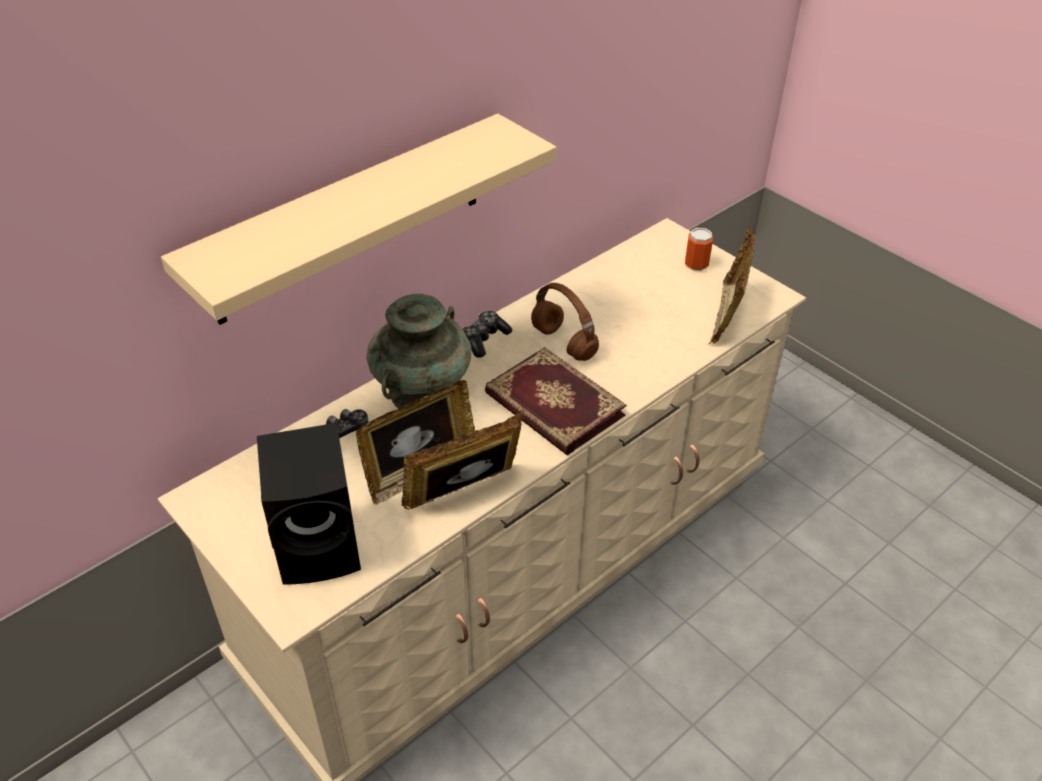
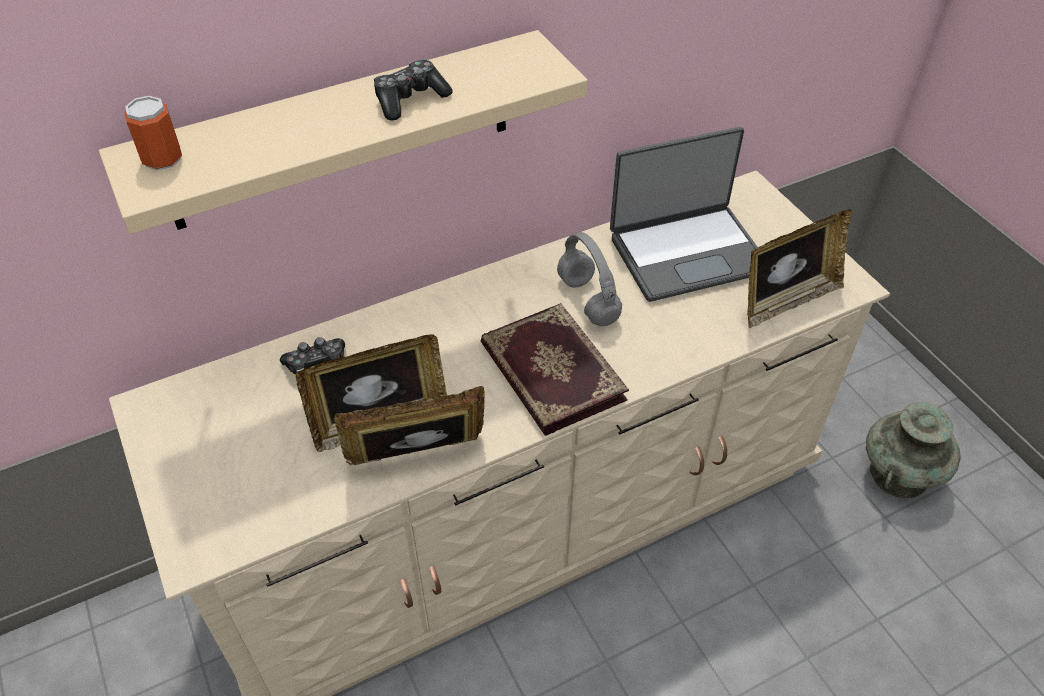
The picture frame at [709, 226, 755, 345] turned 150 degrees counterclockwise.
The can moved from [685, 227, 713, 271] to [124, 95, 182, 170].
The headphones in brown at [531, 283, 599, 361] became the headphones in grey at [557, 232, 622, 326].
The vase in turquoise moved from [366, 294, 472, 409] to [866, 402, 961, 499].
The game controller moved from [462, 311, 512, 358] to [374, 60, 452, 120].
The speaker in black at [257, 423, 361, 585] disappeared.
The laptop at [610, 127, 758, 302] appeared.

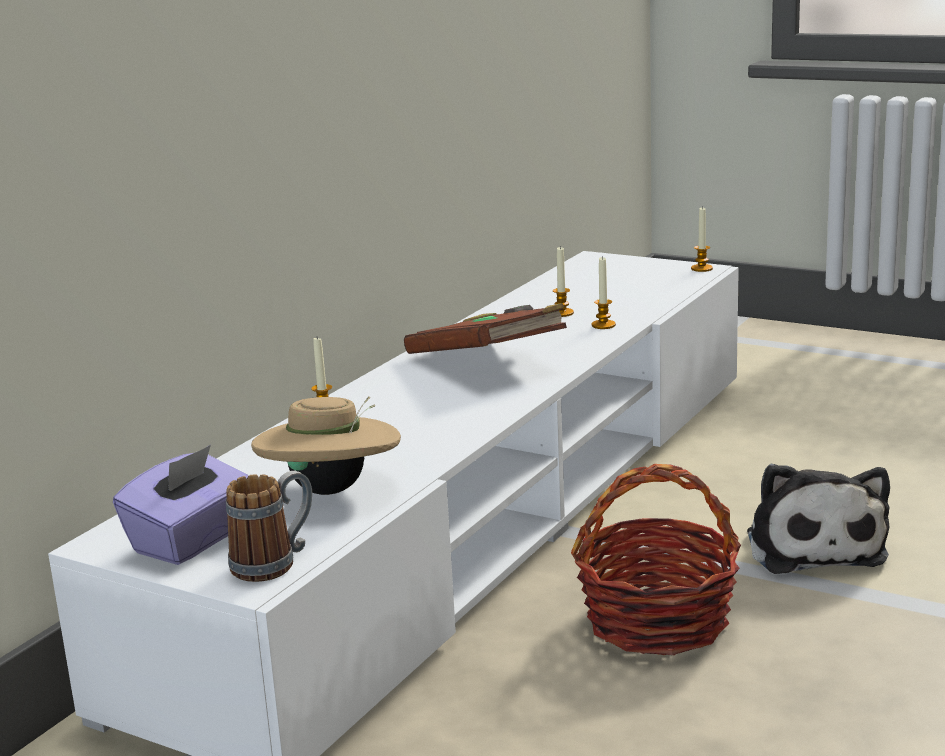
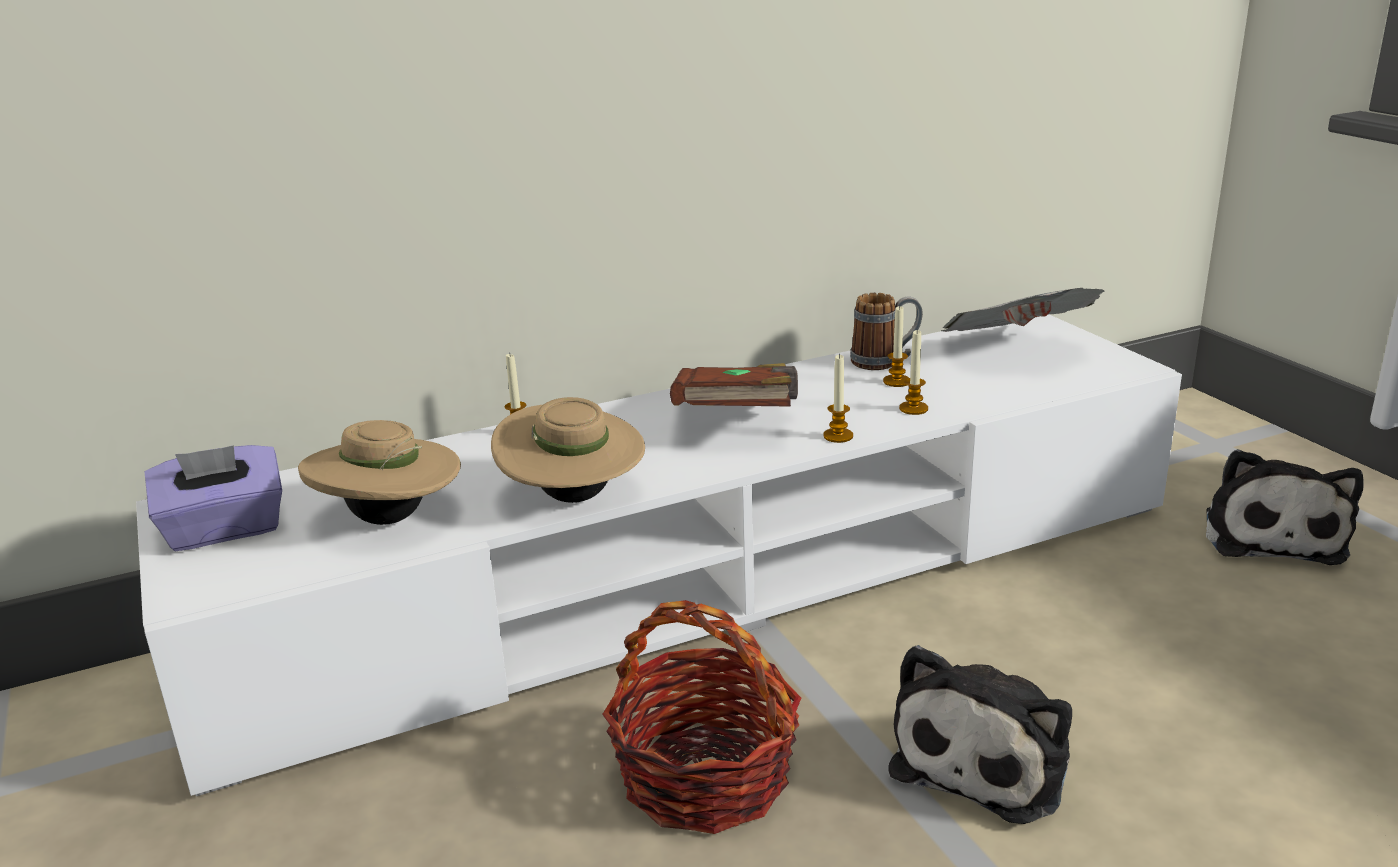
The candle moved from [691, 206, 713, 272] to [823, 353, 853, 443].
The mug moved from [226, 471, 312, 582] to [850, 293, 923, 370].
The newspaper at [941, 288, 1105, 332] appeared.
The hat in beige at [491, 397, 645, 503] appeared.
The plush toy at [1206, 449, 1364, 565] appeared.

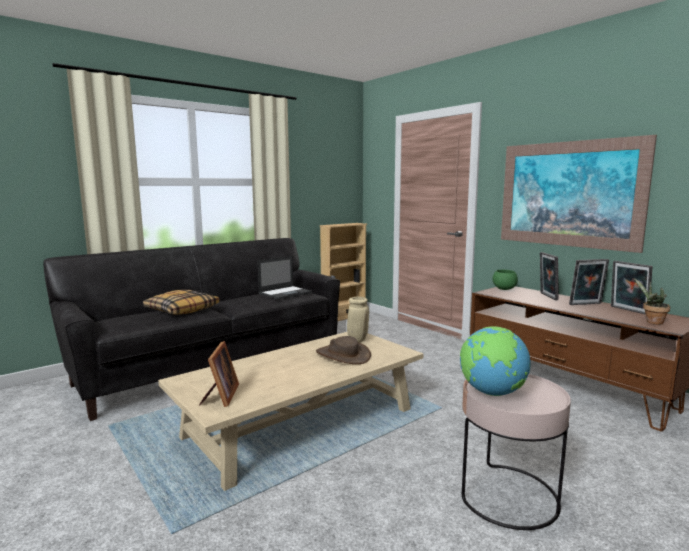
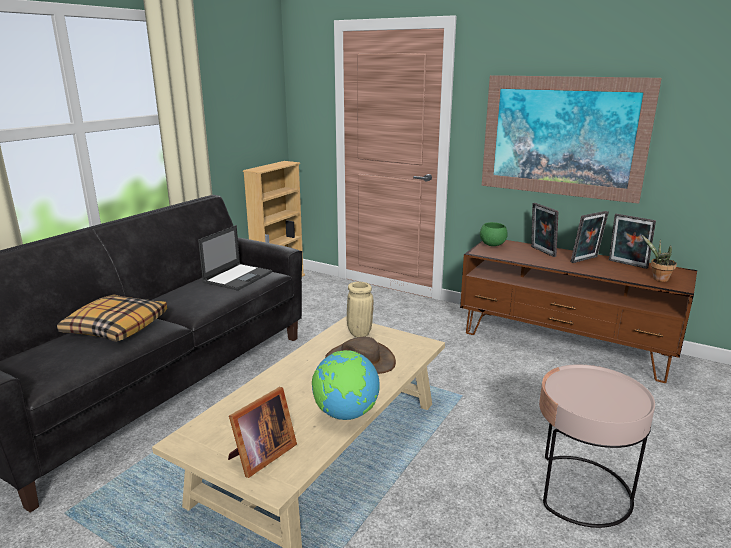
The globe moved from [460, 326, 531, 396] to [312, 350, 380, 420].
The picture frame at [199, 341, 239, 407] turned 60 degrees clockwise.

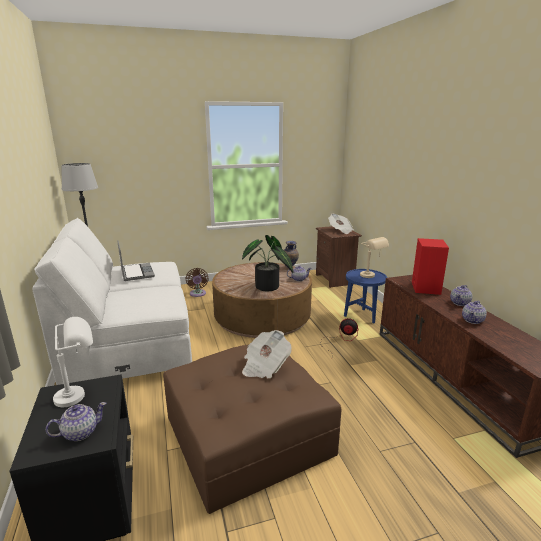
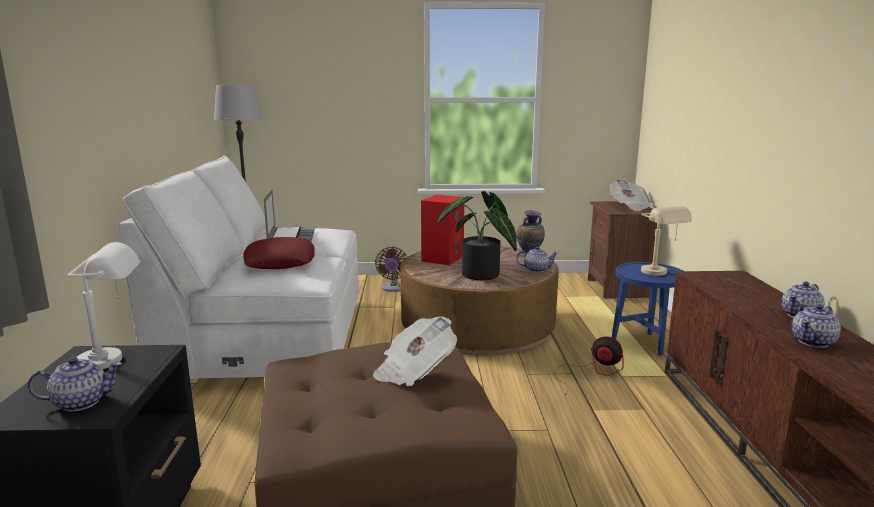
The speaker in red moved from [412, 238, 449, 295] to [421, 195, 464, 265].
The pillow in red at [243, 237, 315, 269] appeared.

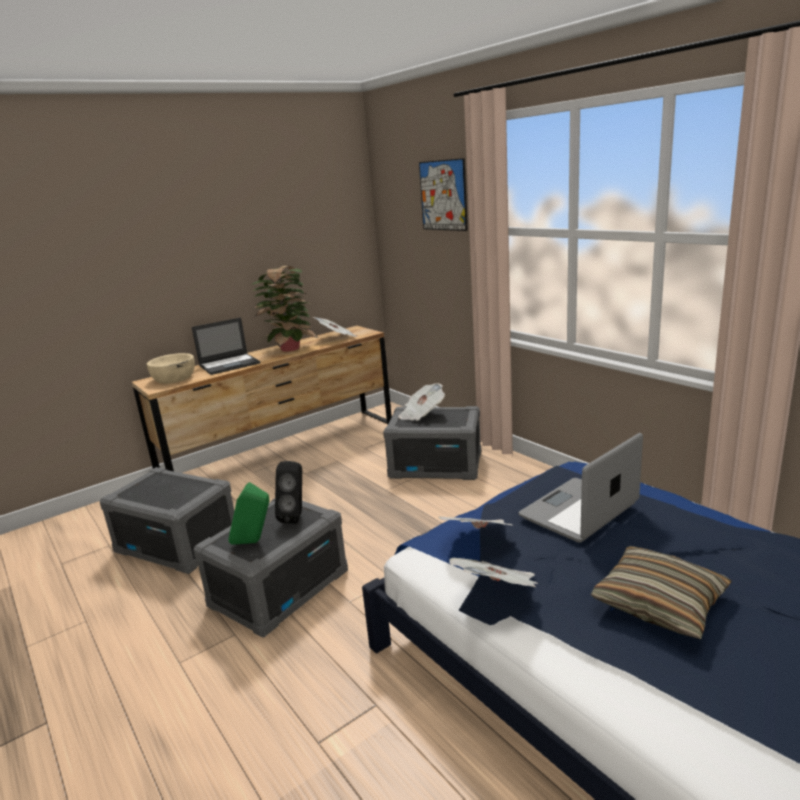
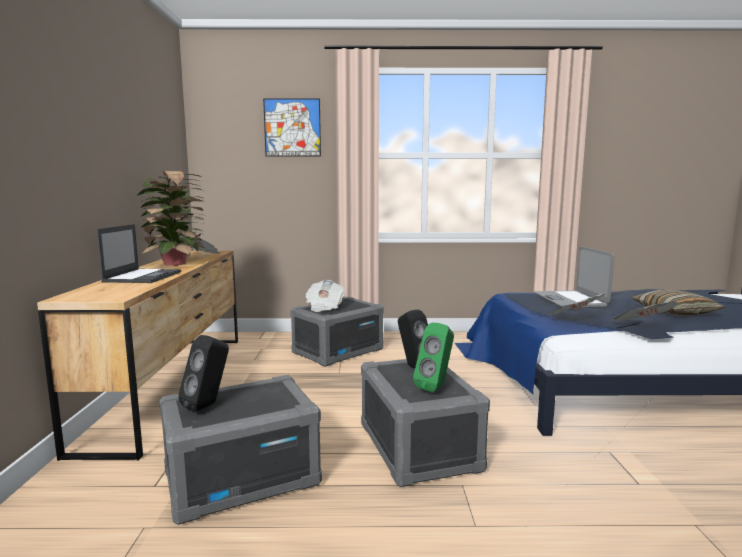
The bowl in beige at [147, 353, 195, 384] disappeared.
The speaker in black at [178, 335, 229, 412] appeared.

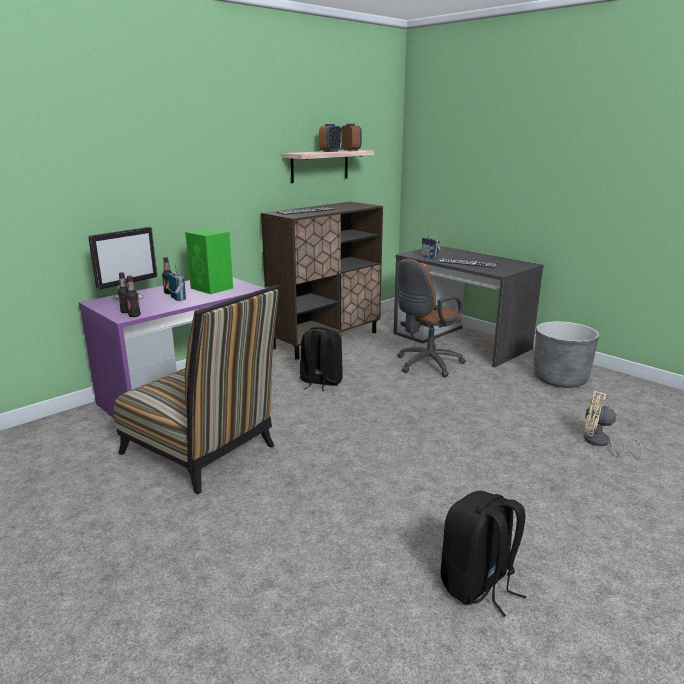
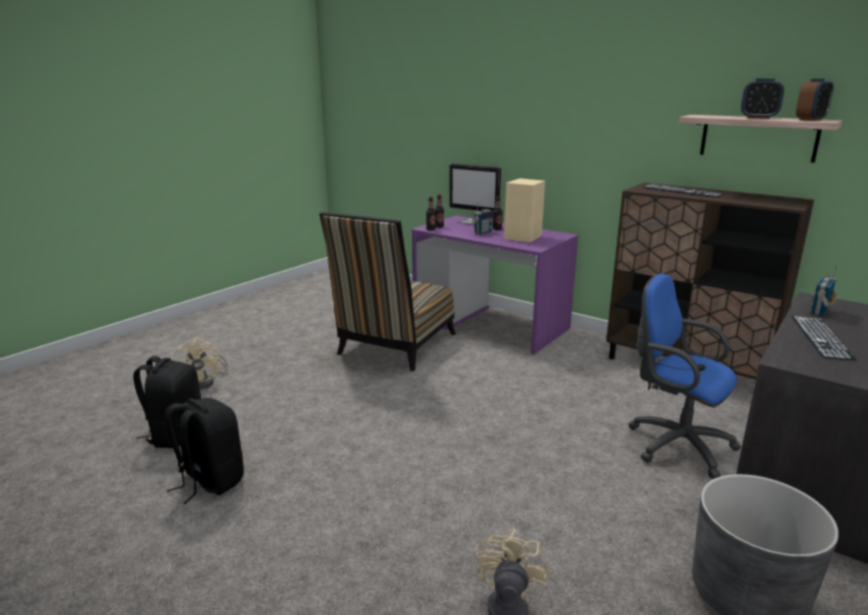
The speaker in green at [185, 228, 233, 294] became the speaker in beige at [504, 178, 545, 243].
The office chair in brown at [397, 258, 466, 377] became the office chair in blue at [628, 274, 741, 479].
The backpack in black moved from [300, 327, 343, 392] to [133, 356, 201, 448].
The fan in beige at [174, 338, 229, 389] appeared.

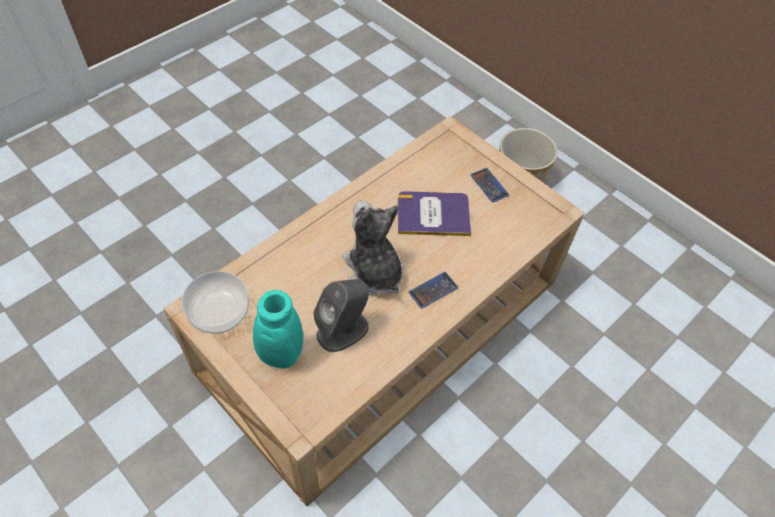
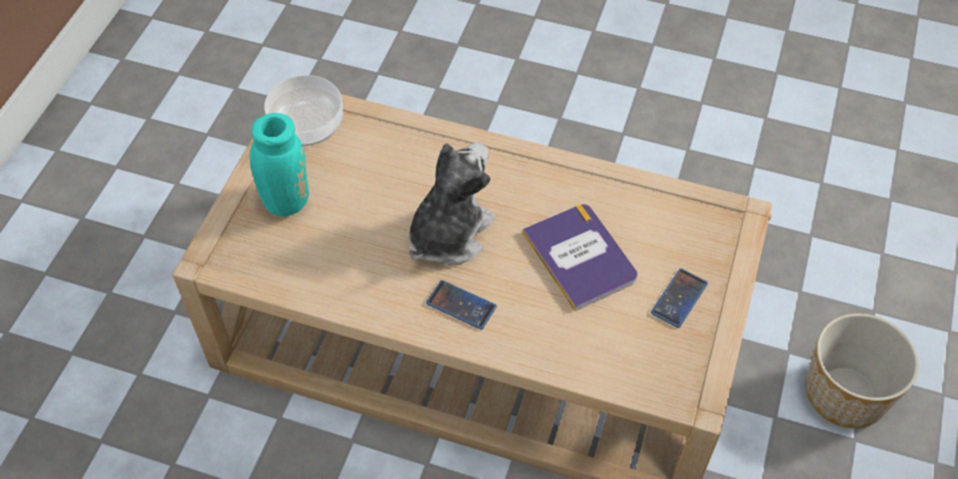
The speaker in grey at [313, 279, 369, 352] disappeared.

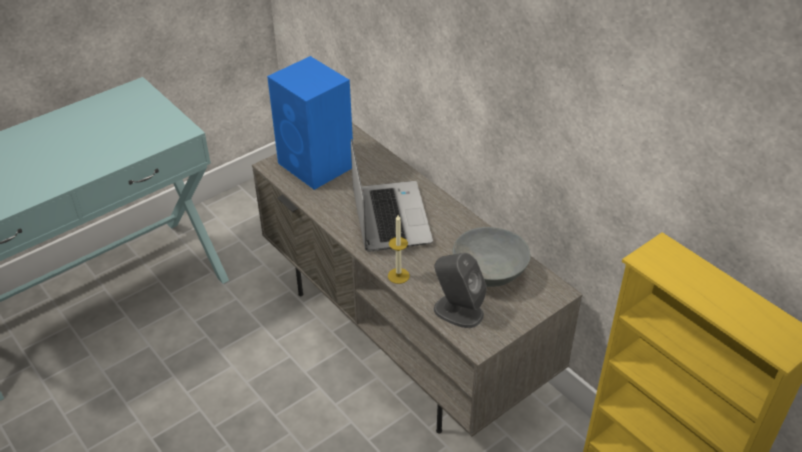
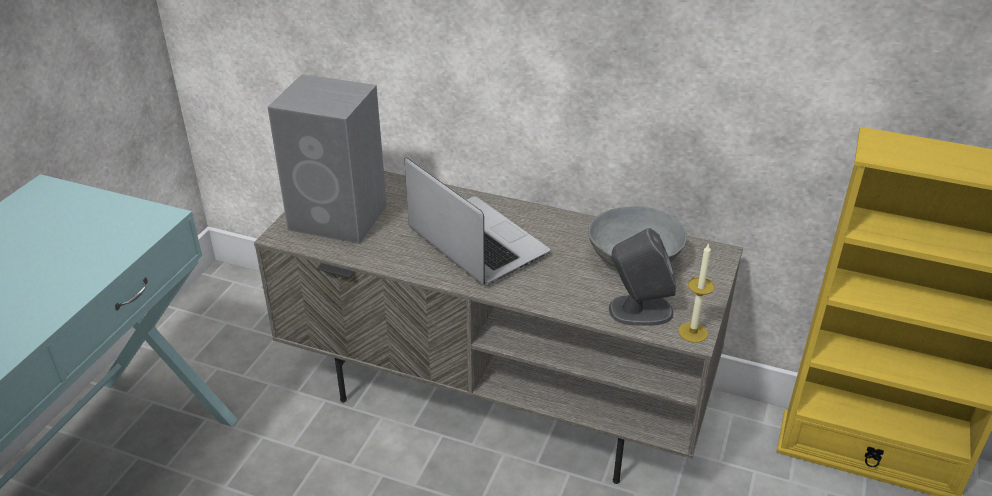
The speaker in blue at [267, 56, 353, 190] became the speaker in grey at [267, 74, 387, 244].
The candle moved from [388, 215, 410, 284] to [678, 243, 715, 343].

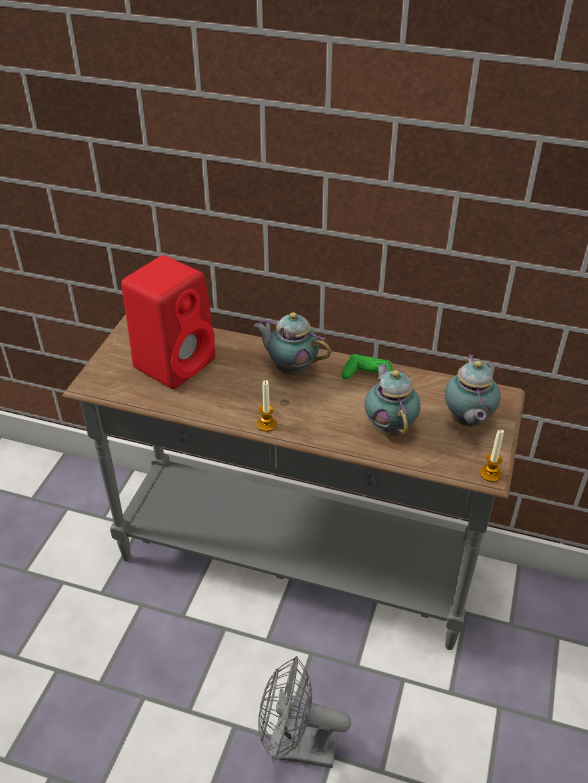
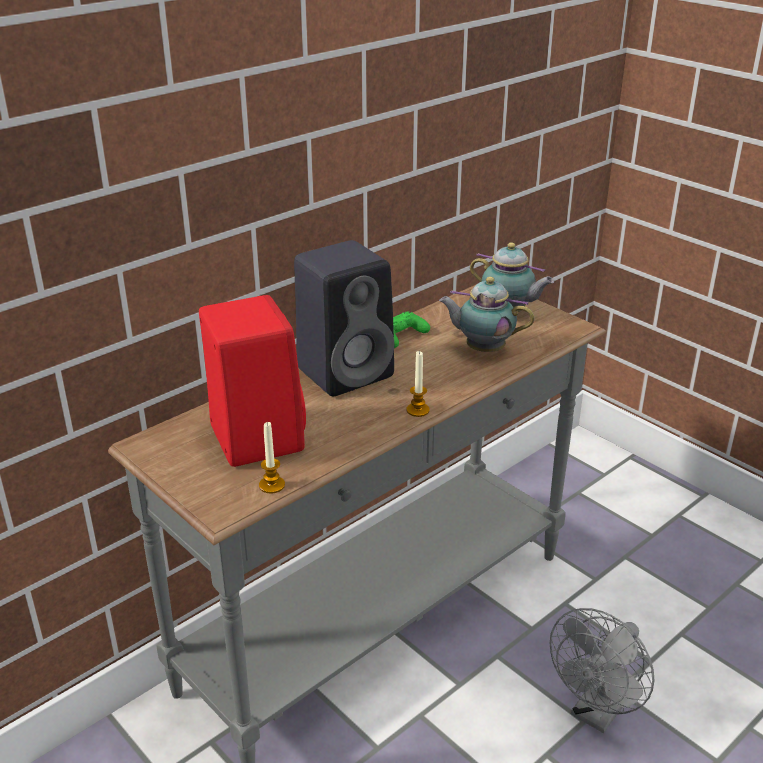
The teapot at [253, 312, 331, 375] was replaced by the speaker in black at [294, 240, 394, 397].
The candle moved from [480, 429, 504, 482] to [259, 422, 285, 494].

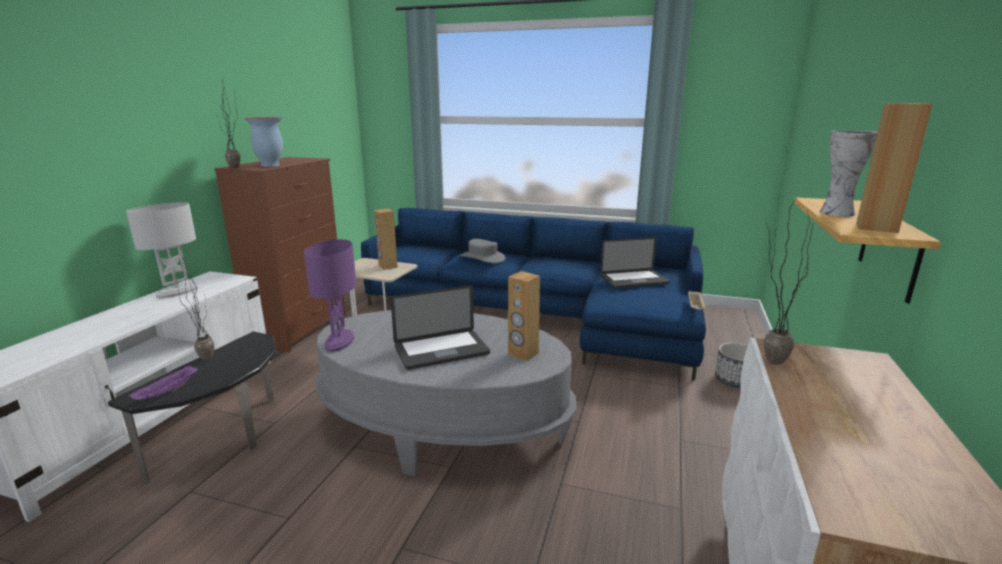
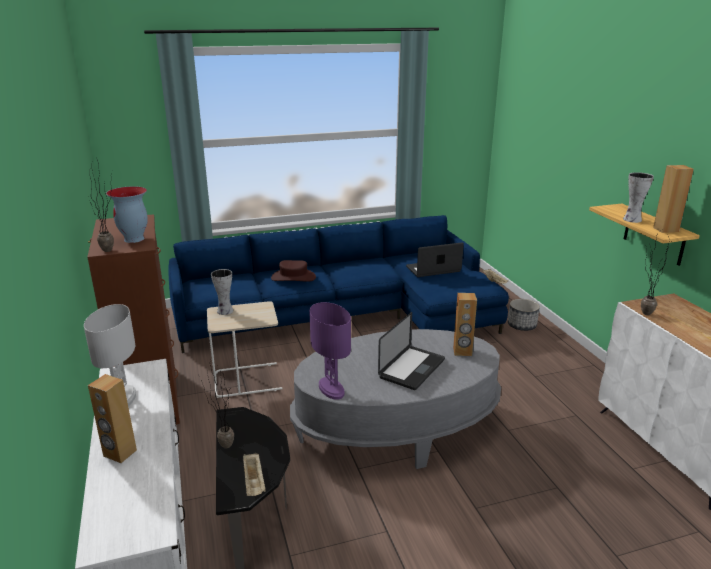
The speaker in brown moved from [374, 209, 398, 270] to [88, 374, 137, 463].
The laptop at [600, 237, 670, 288] turned 150 degrees counterclockwise.
The hat in grey at [460, 239, 505, 263] became the hat in brown at [271, 260, 316, 282].
The tray in purple at [128, 365, 199, 400] became the tray in beige at [243, 453, 265, 496].
The vase at [211, 269, 233, 315] appeared.

